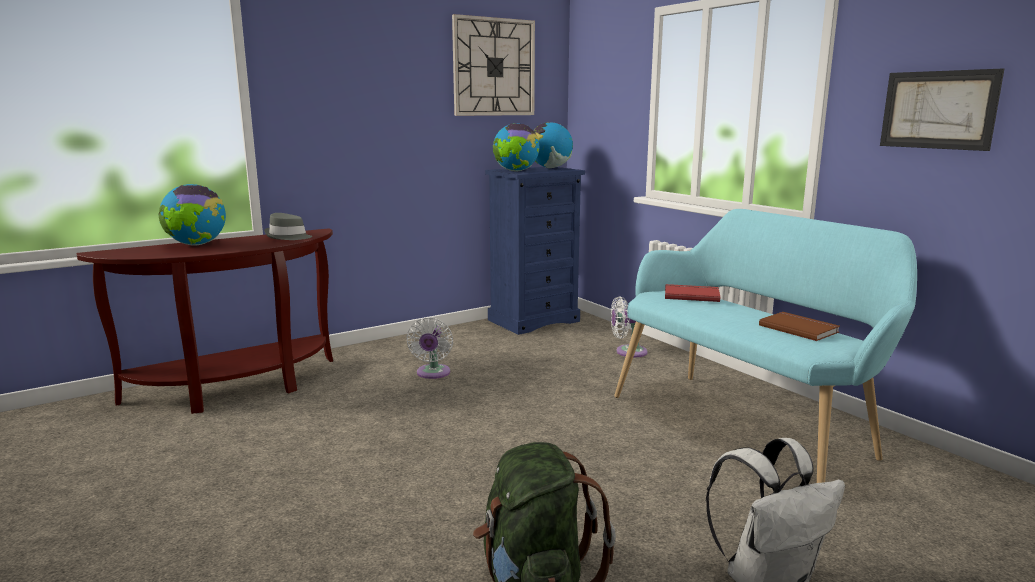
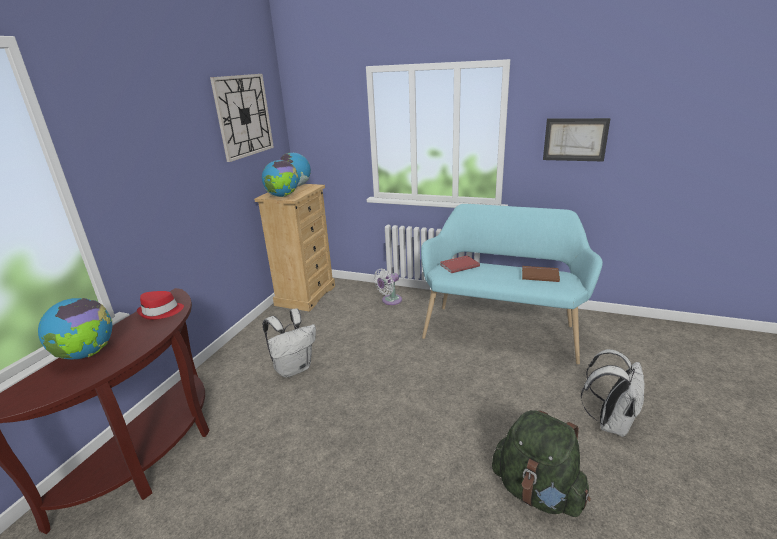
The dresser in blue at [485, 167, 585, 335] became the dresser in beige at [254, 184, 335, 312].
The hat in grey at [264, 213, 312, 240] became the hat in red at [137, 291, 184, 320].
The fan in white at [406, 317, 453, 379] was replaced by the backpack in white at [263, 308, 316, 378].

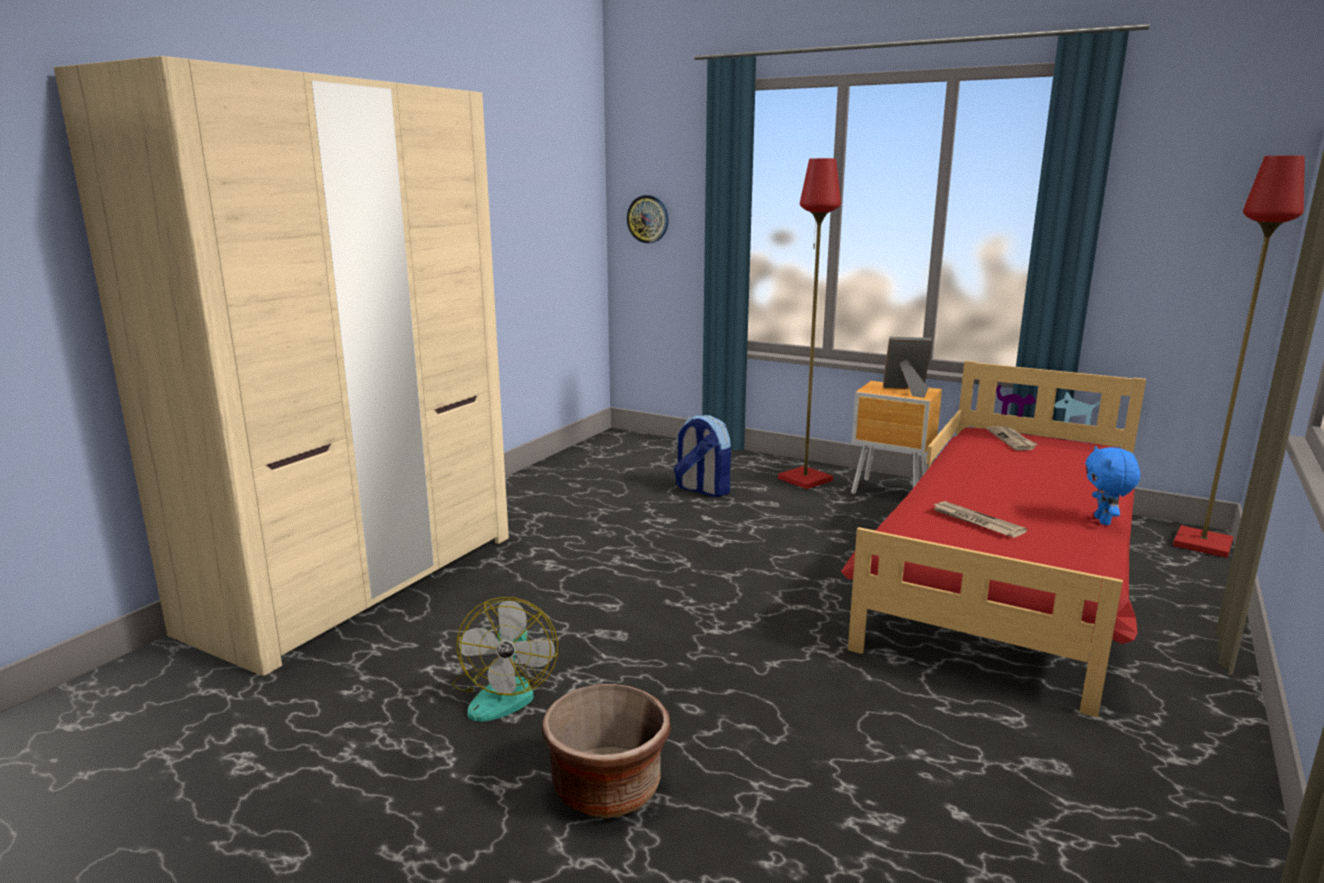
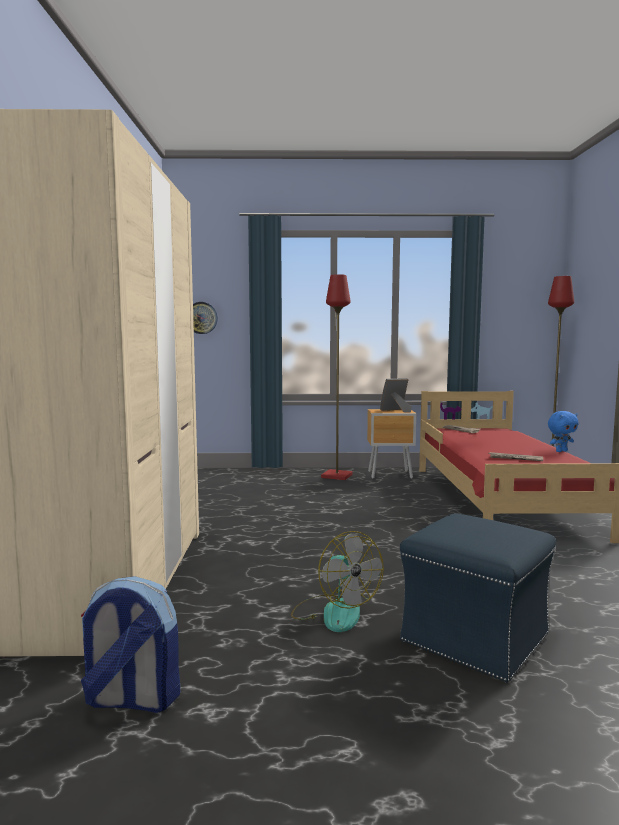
The backpack moved from [674, 415, 731, 497] to [81, 576, 180, 713].
The plush toy in blue at [1085, 446, 1140, 525] turned 90 degrees counterclockwise.
The planter in brown at [541, 684, 671, 818] was replaced by the ottoman in blue at [400, 513, 556, 683].

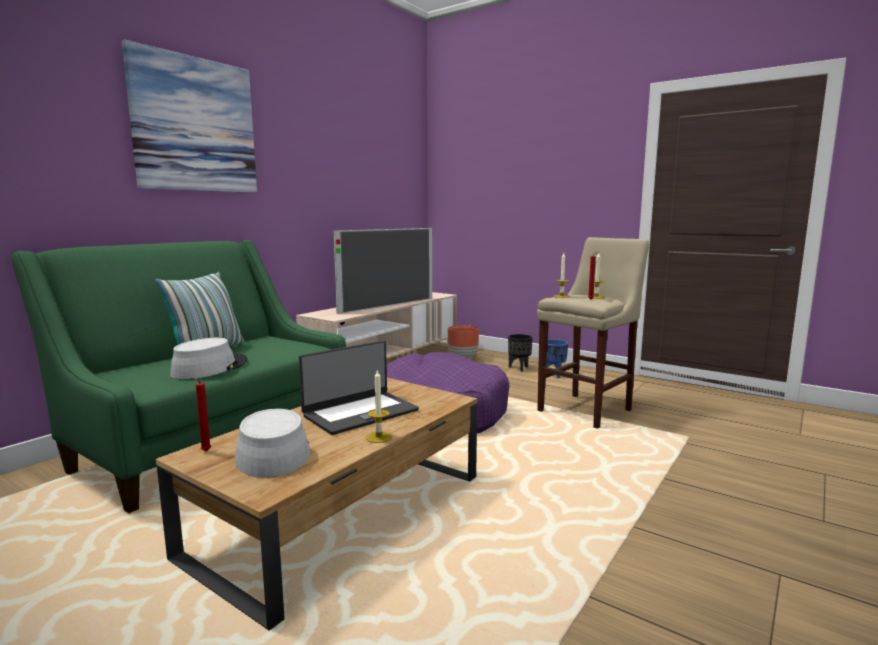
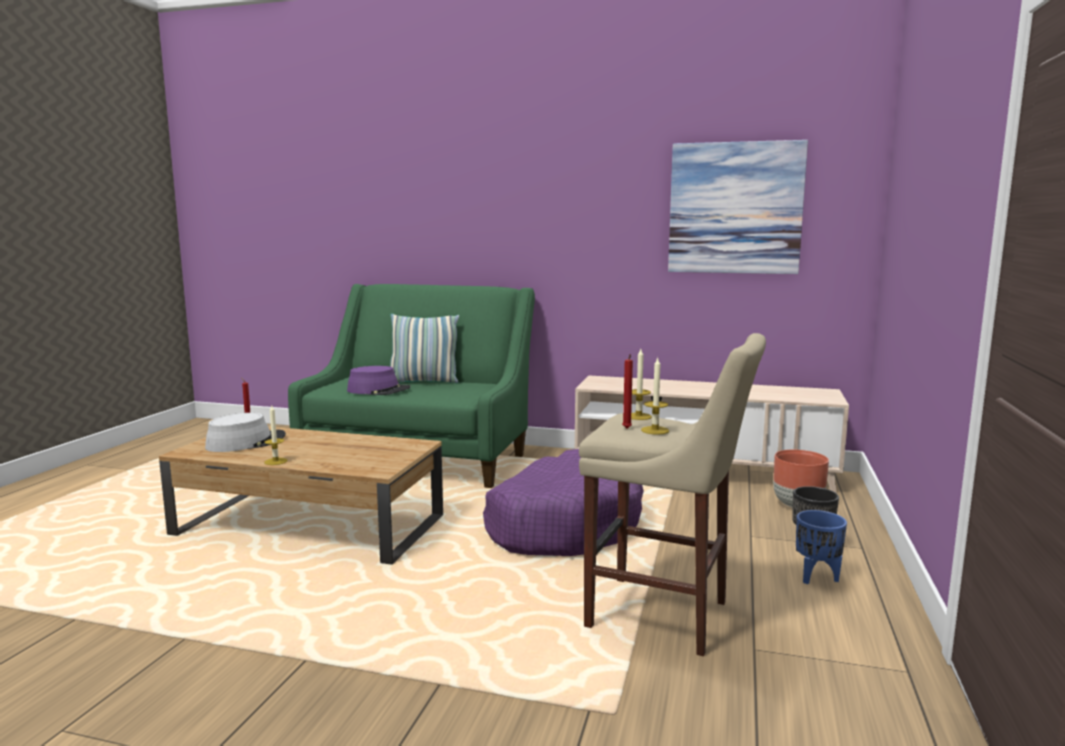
The picture moved from [121, 40, 257, 193] to [668, 140, 808, 274].
The television at [333, 228, 432, 314] disappeared.
The hat in grey at [170, 337, 247, 379] became the hat in purple at [347, 366, 410, 395].
The laptop at [299, 340, 419, 435] disappeared.

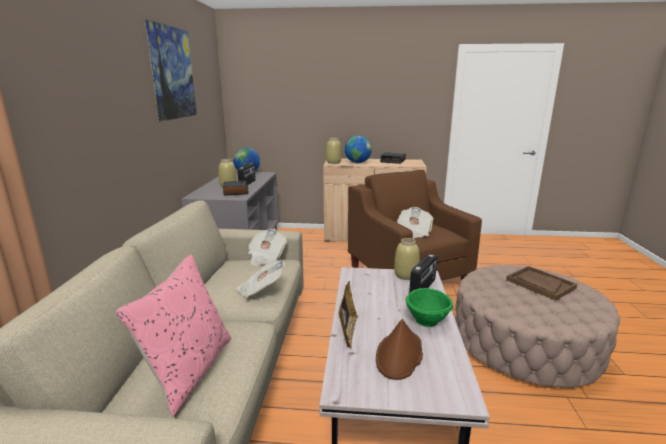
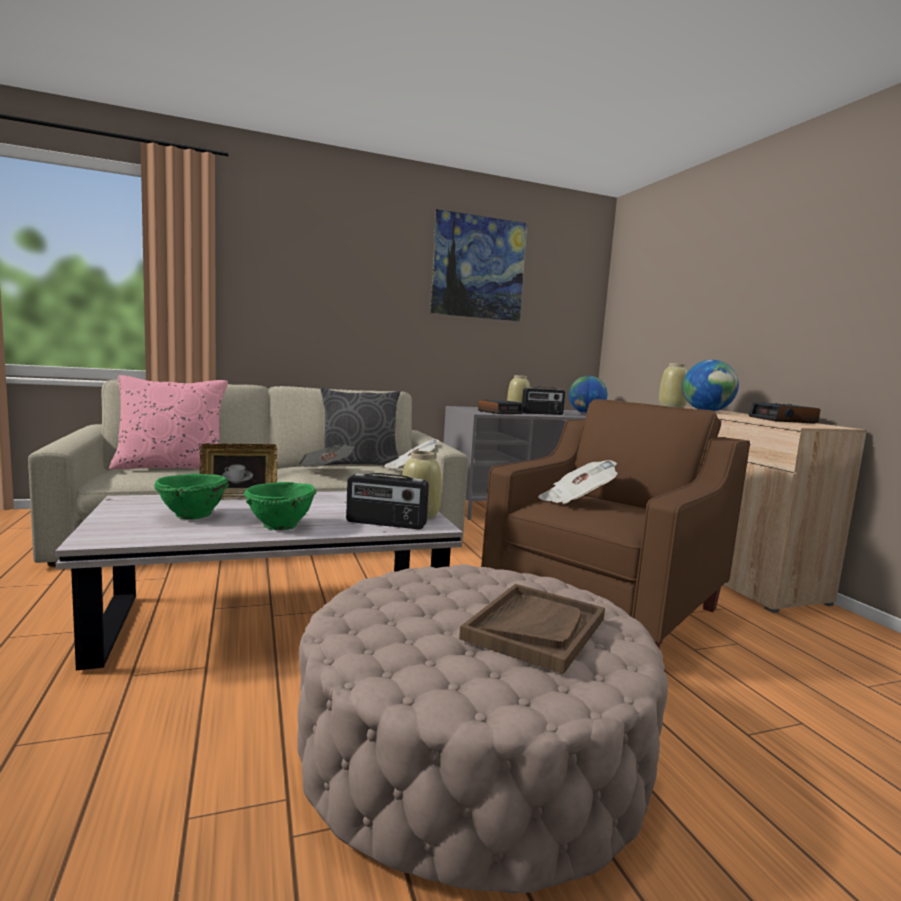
The hat in brown at [376, 319, 423, 380] was replaced by the bowl in green at [154, 474, 229, 520].
The pillow in grey at [320, 387, 400, 468] appeared.

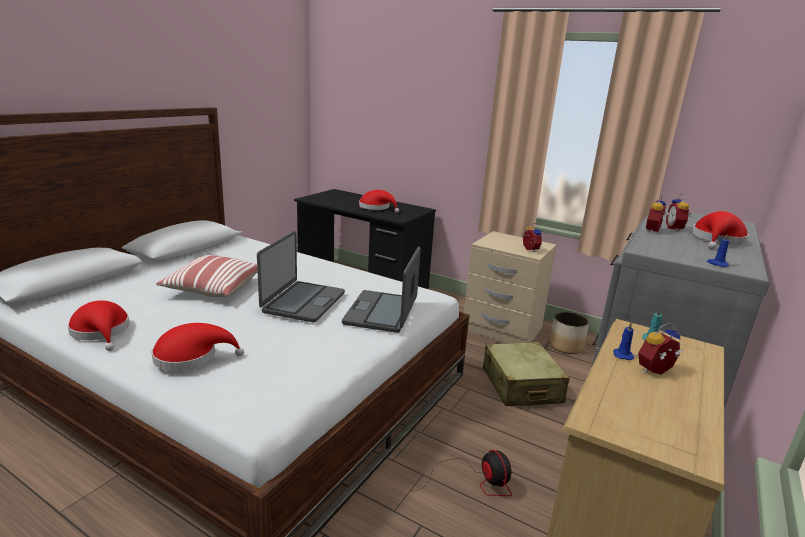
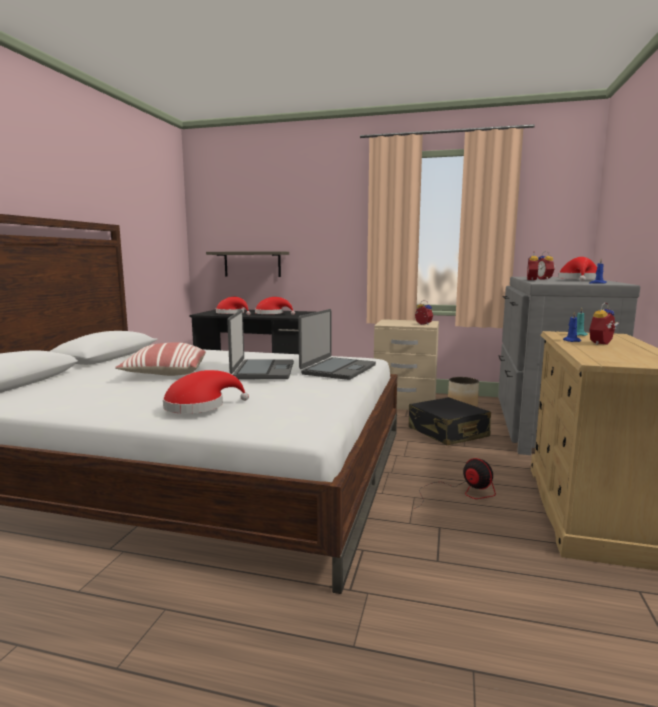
The laptop at [342, 246, 421, 333] turned 150 degrees counterclockwise.
The hat in red moved from [68, 300, 130, 351] to [216, 297, 251, 315].
The suitcase in beige at [483, 342, 570, 406] became the suitcase in black at [409, 397, 491, 445].
The shelf at [206, 251, 289, 277] appeared.

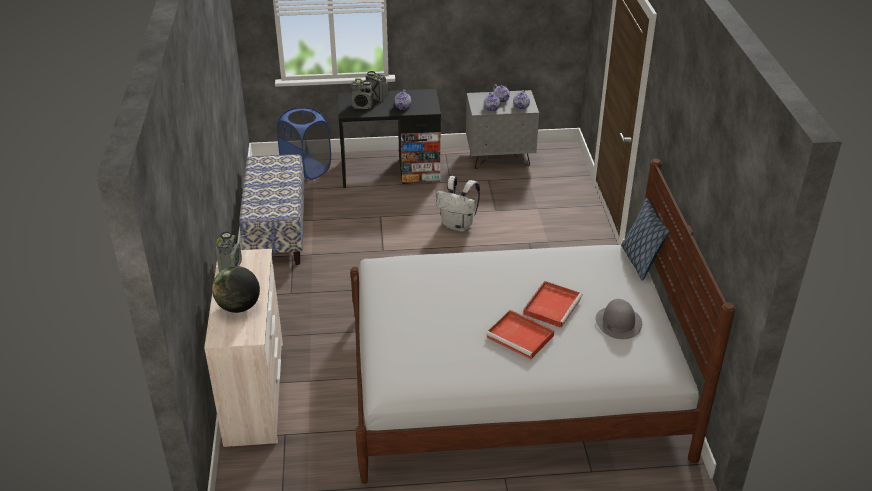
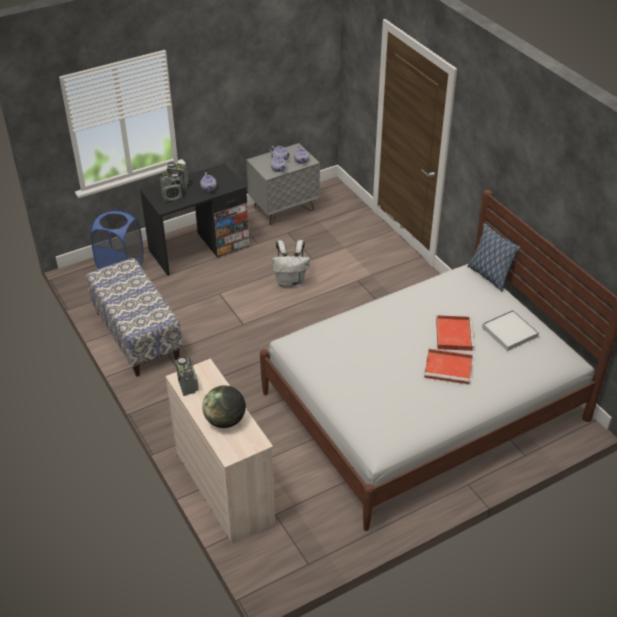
The hat in grey at [595, 299, 642, 339] was replaced by the tray in white at [482, 310, 539, 351].

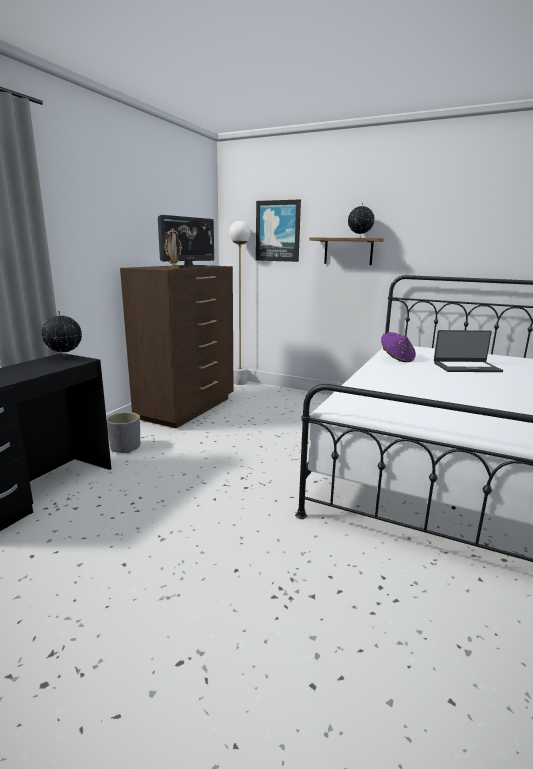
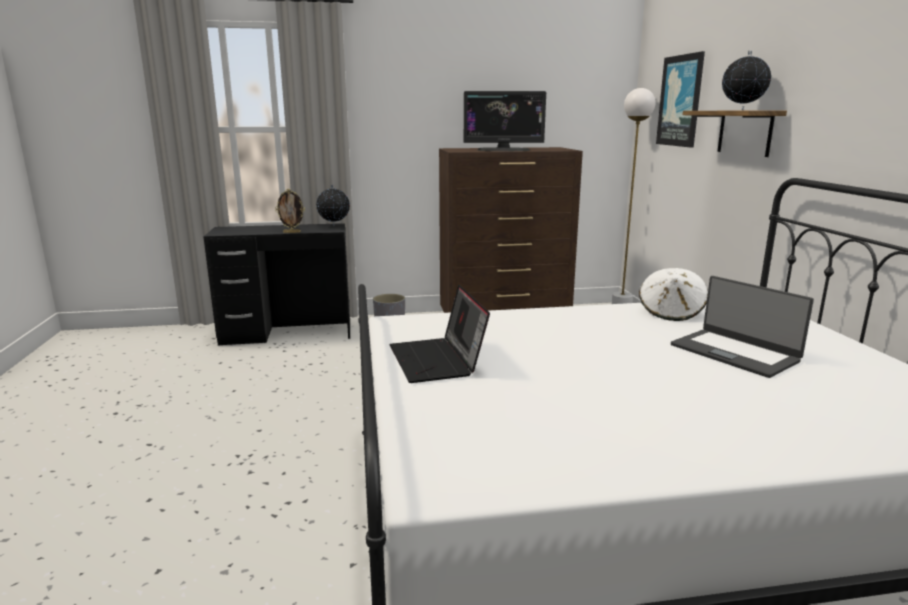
The picture frame moved from [165, 228, 182, 269] to [275, 189, 305, 233].
The hat in purple at [381, 332, 416, 362] became the hat in white at [639, 268, 708, 321].
The laptop at [389, 285, 490, 383] appeared.

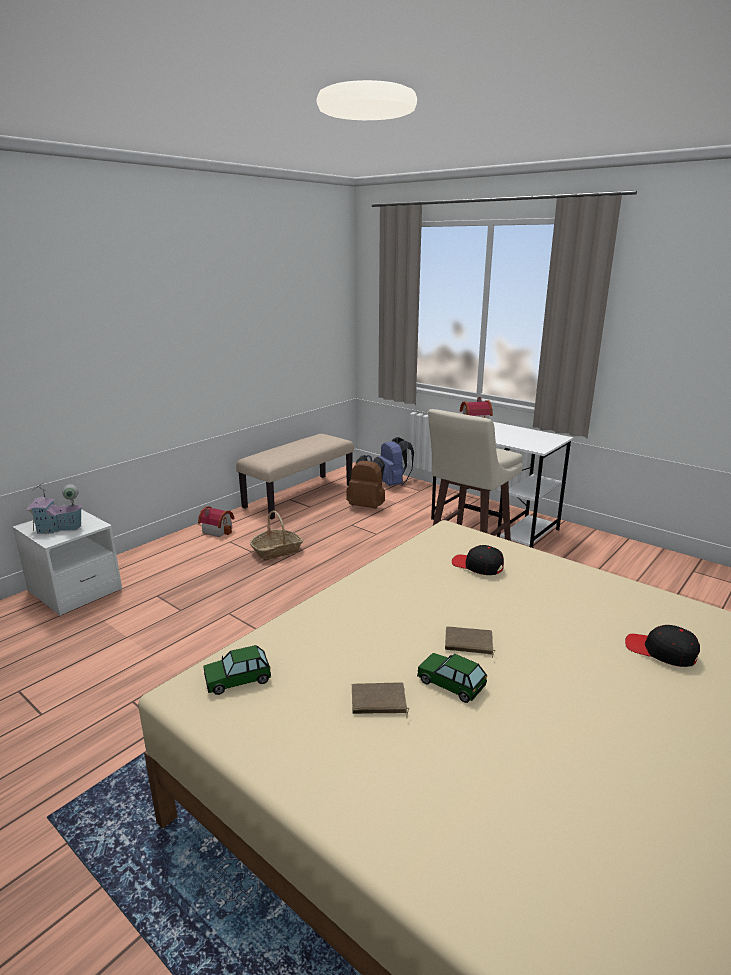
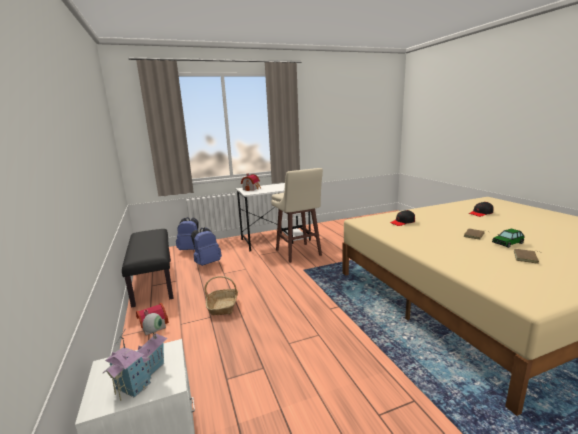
The bench in beige at [236, 434, 354, 519] became the bench in black at [122, 229, 173, 308].
The backpack in brown at [346, 455, 385, 509] became the backpack in blue at [191, 227, 222, 266].
The toy car at [204, 645, 271, 695] disappeared.

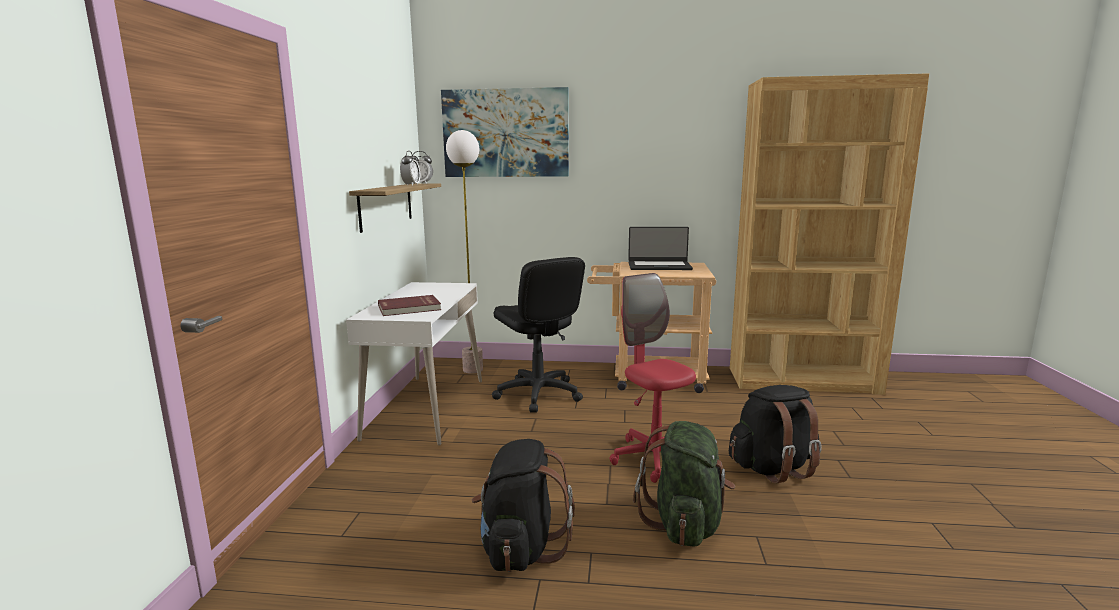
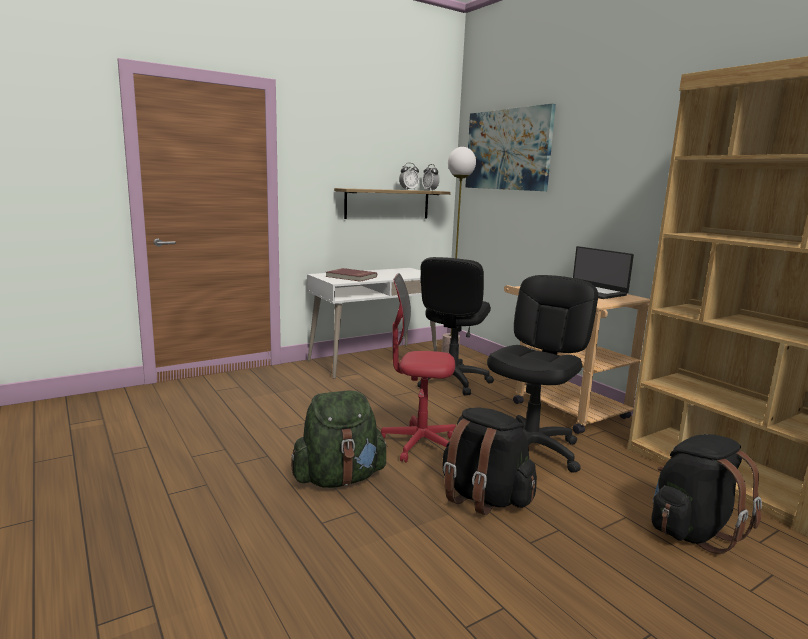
The office chair in red at [609, 273, 696, 483] turned 105 degrees counterclockwise.
The backpack in black moved from [472, 439, 575, 572] to [652, 434, 762, 554].
The office chair in black at [487, 275, 598, 473] appeared.

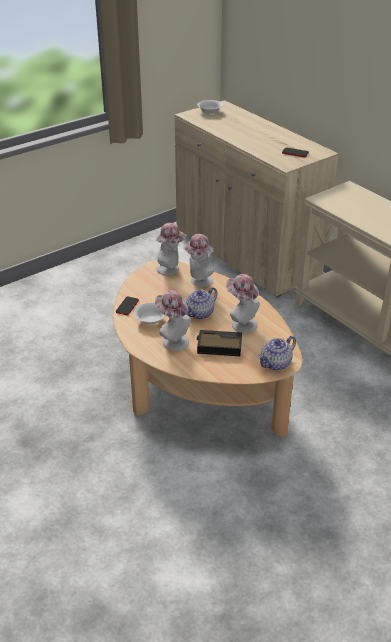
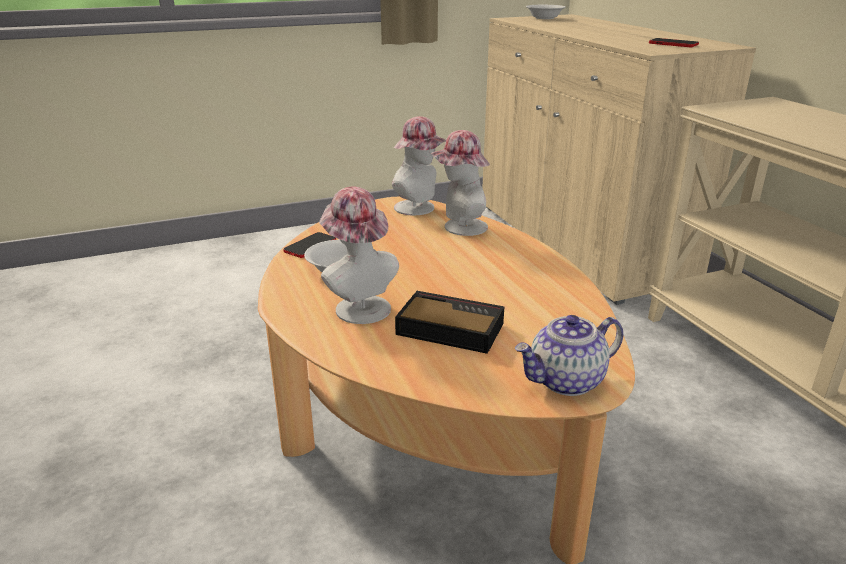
The hat at [226, 274, 260, 333] disappeared.
The teapot at [186, 287, 217, 319] disappeared.

